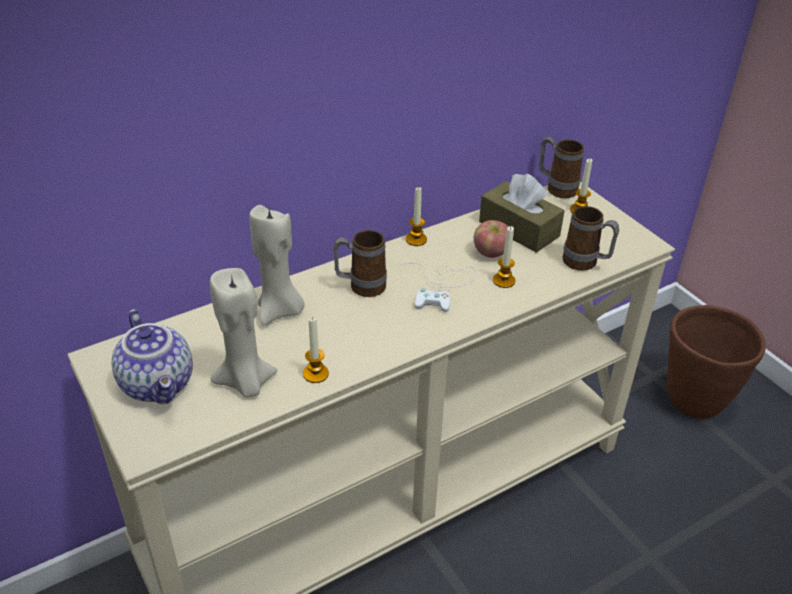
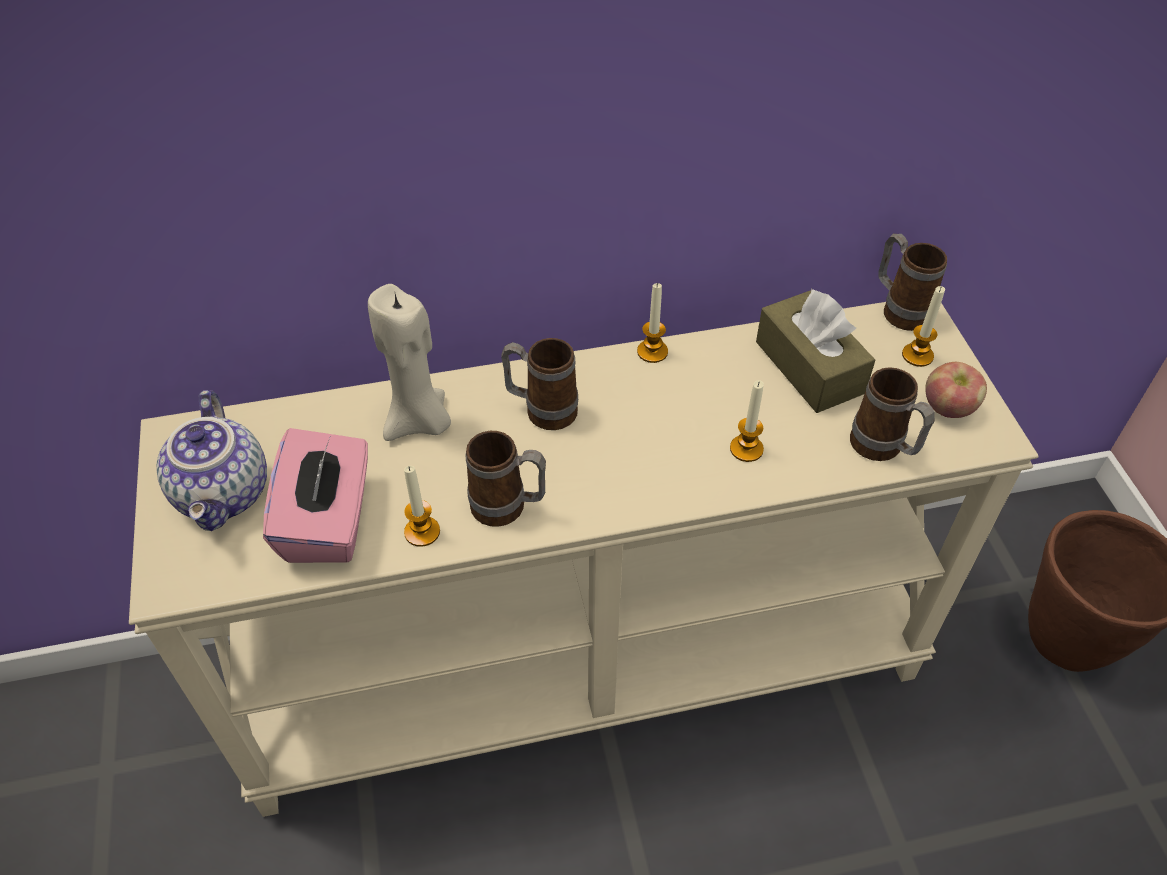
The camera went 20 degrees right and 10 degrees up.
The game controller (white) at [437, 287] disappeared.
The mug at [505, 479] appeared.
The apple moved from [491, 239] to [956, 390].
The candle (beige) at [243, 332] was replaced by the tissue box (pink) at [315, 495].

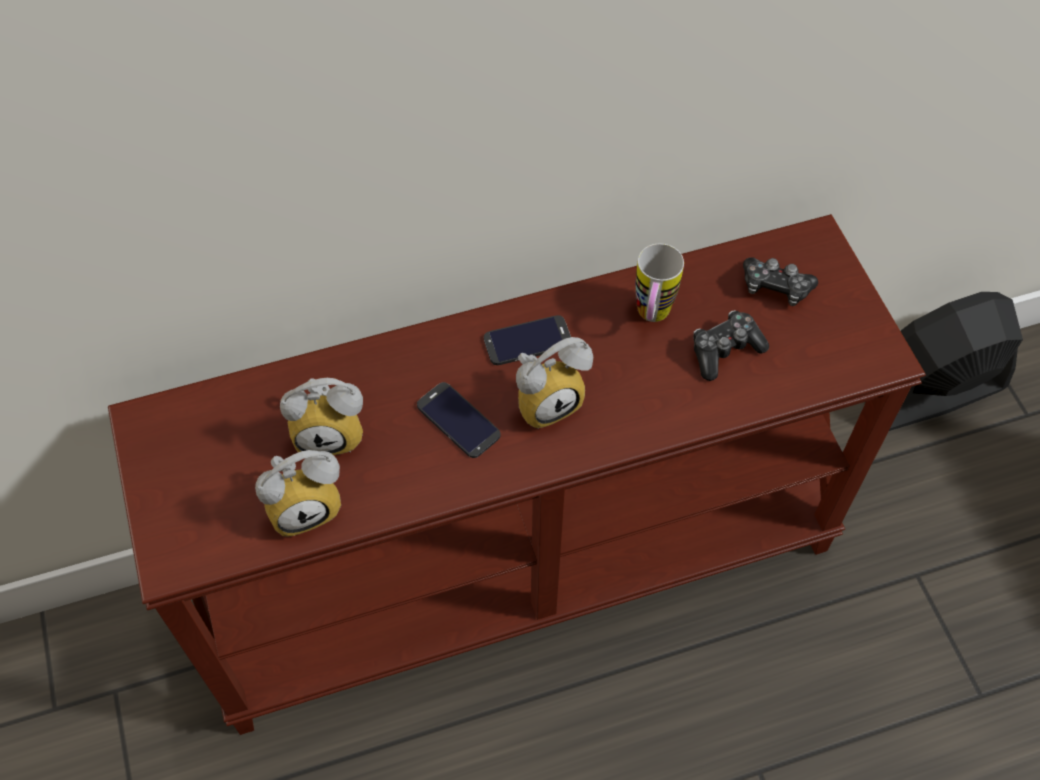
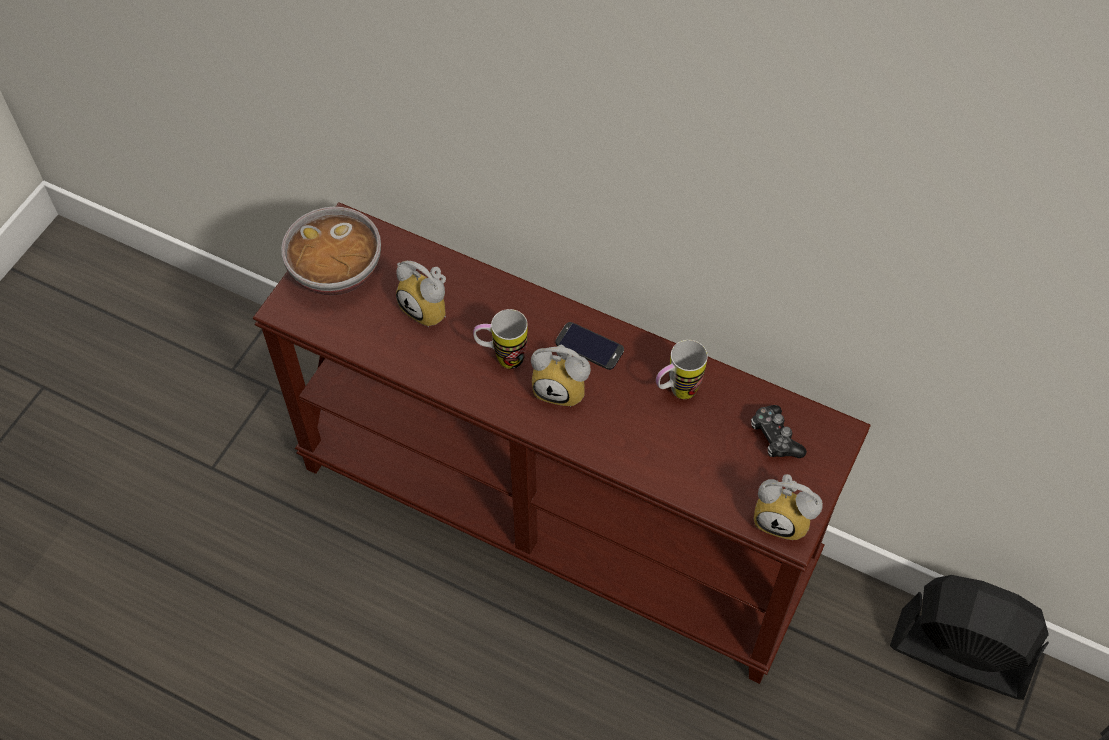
The camera went 45 degrees right and 0 degrees up.
The game controller at [731, 345] disappeared.
The bowl at [331, 251] appeared.
The alarm clock moved from [298, 493] to [788, 507].
The phone at [458, 420] was replaced by the mug at [500, 339].

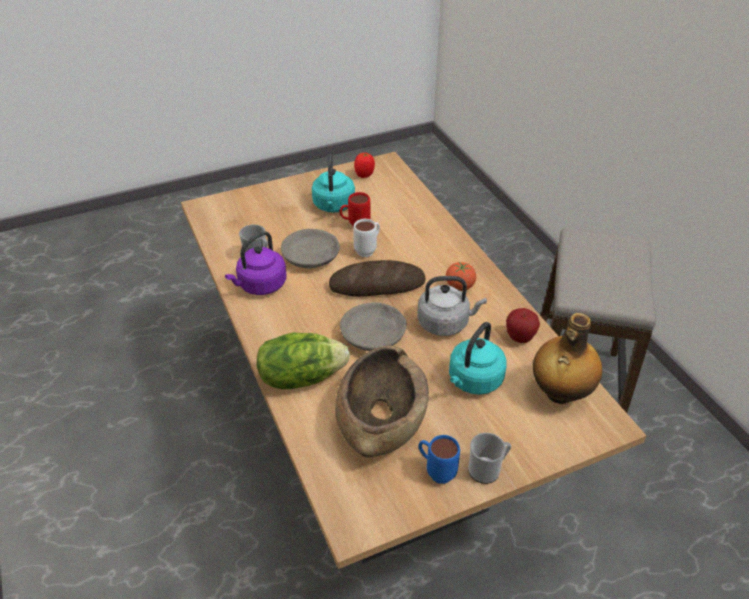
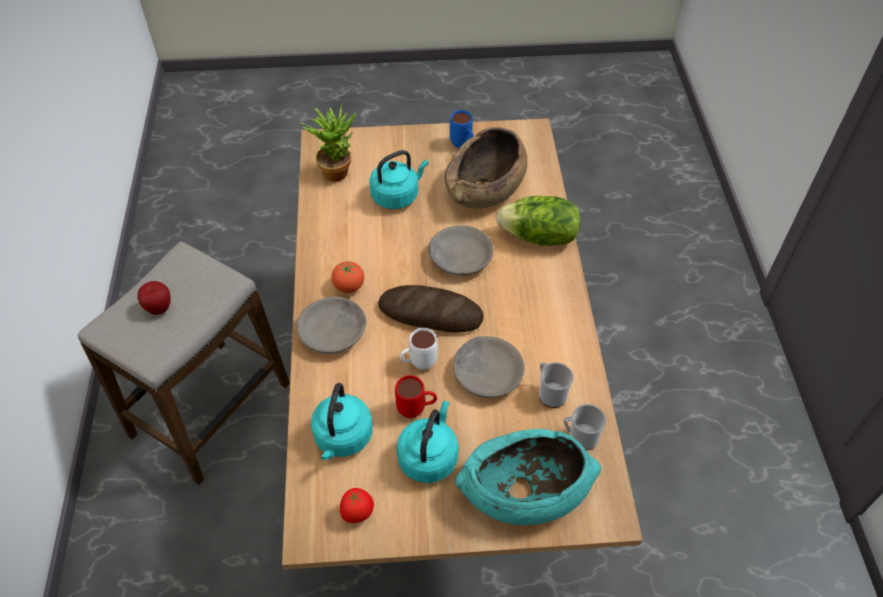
The camera went 160 degrees left and 10 degrees up.
The kettle (purple) at [256, 263] disappeared.
The kettle (grey) at [452, 306] disappeared.
The bowl (grey) at [331, 325] appeared.
The kettle (turquoise) at [342, 421] appeared.
The bowl (turquoise) at [528, 477] appeared.
The mug moved from [489, 458] to [584, 427].
The apple moved from [523, 325] to [154, 298].
The bottle at [567, 358] was replaced by the potted plant at [328, 142].

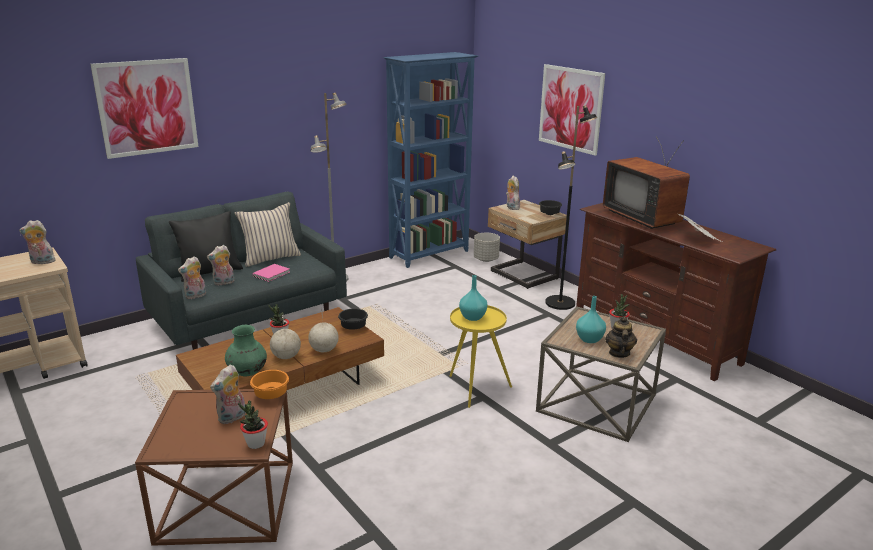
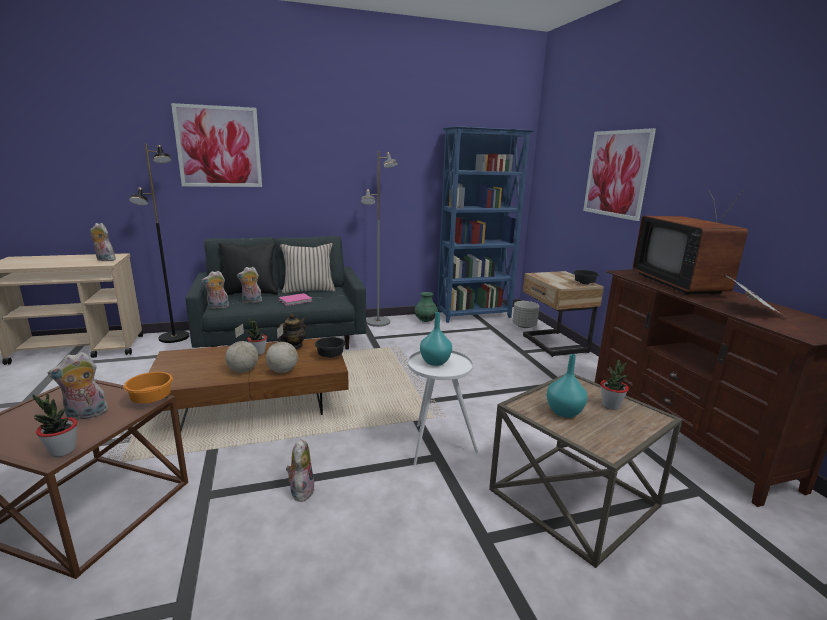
The camera went 20 degrees right and 5 degrees down.
The vase (green) moved from [246, 351] to [426, 307].
The plush toy moved from [513, 193] to [299, 470].
The floor lamp (black) moved from [571, 207] to [159, 243].
The teapot moved from [621, 337] to [292, 331].
The side table (yellow) at [481, 356] became the side table (white) at [443, 408].

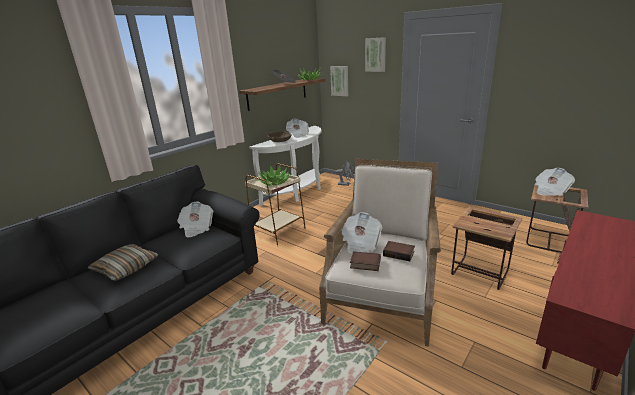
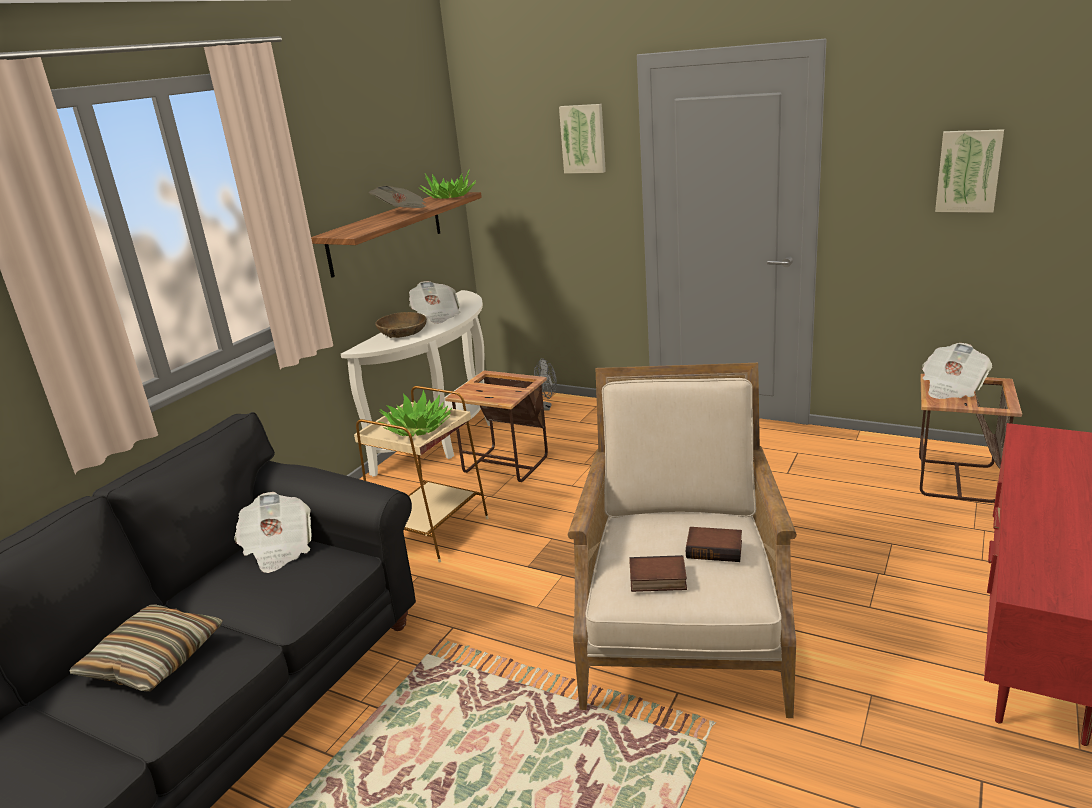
The camera went 10 degrees left and 0 degrees up.
The newspaper at [361, 233] disappeared.
The picture moved from [339, 81] to [969, 171].
The side table moved from [486, 248] to [496, 426].

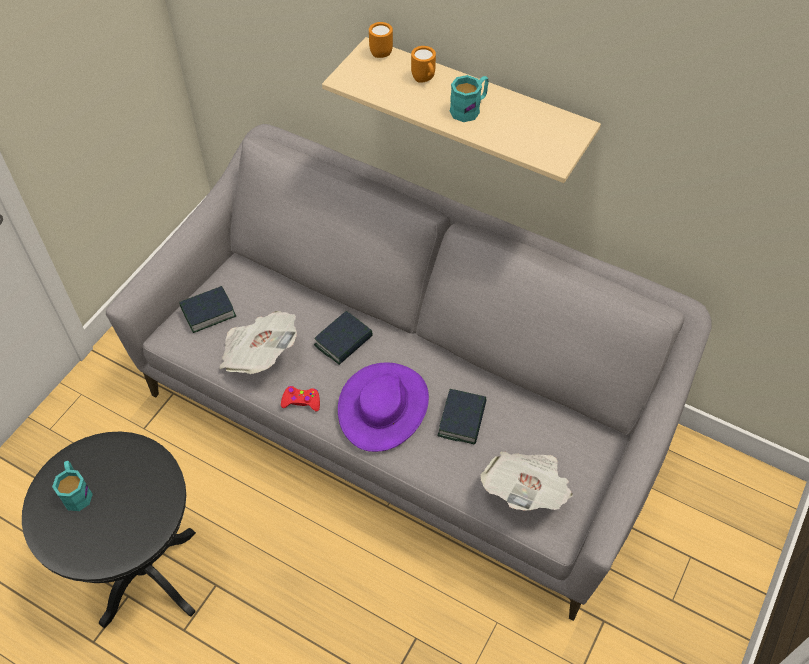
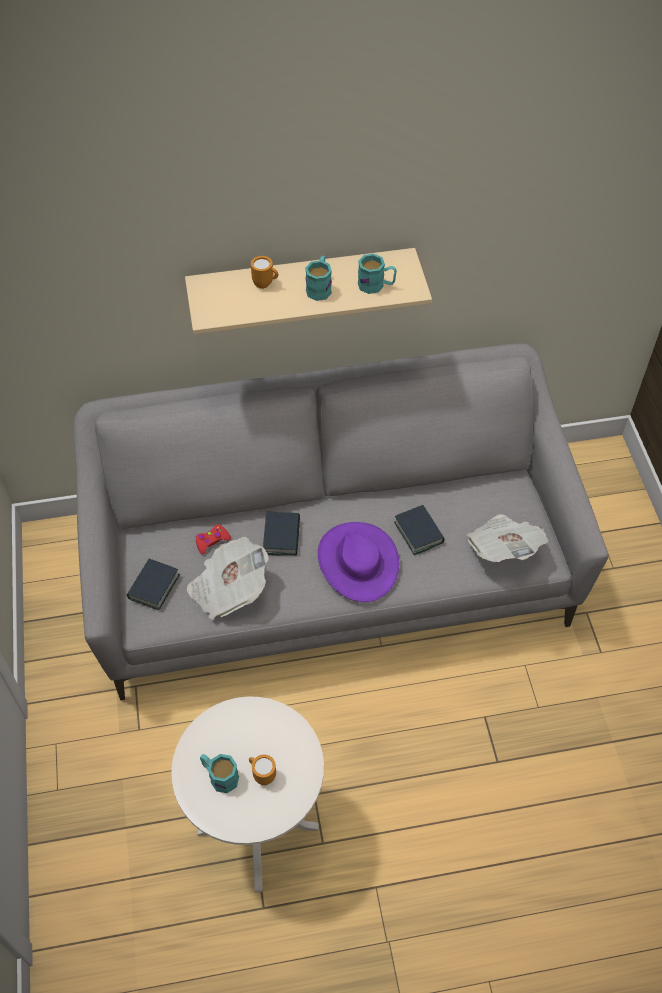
The camera went 40 degrees left and 0 degrees up.
The mug (turquoise) at [377, 274] appeared.
The game controller (red) moved from [300, 398] to [213, 539].
The mug (orange) moved from [381, 40] to [262, 769].
The side table (black) at [109, 530] became the side table (white) at [247, 794].

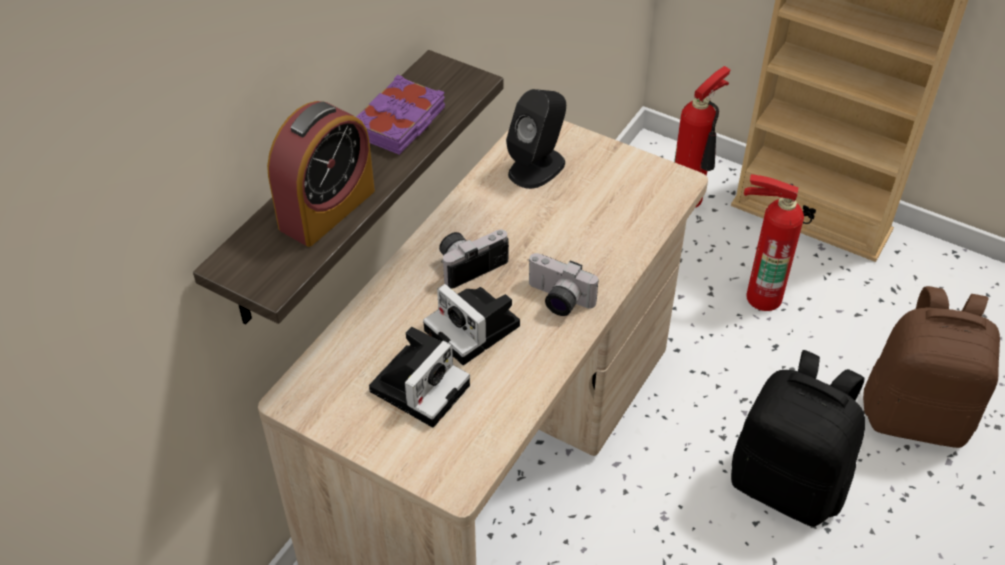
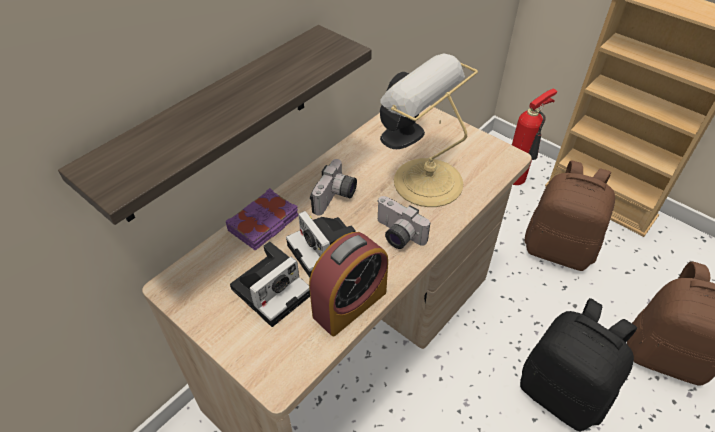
The camera went 10 degrees right and 0 degrees up.
The table lamp at [429, 130] appeared.
The alarm clock moved from [321, 174] to [348, 284].
The book (purple) moved from [400, 115] to [261, 219].
The fire extinguisher at [774, 242] was replaced by the backpack (brown) at [570, 216].
The photo camera at [474, 259] turned 135 degrees clockwise.

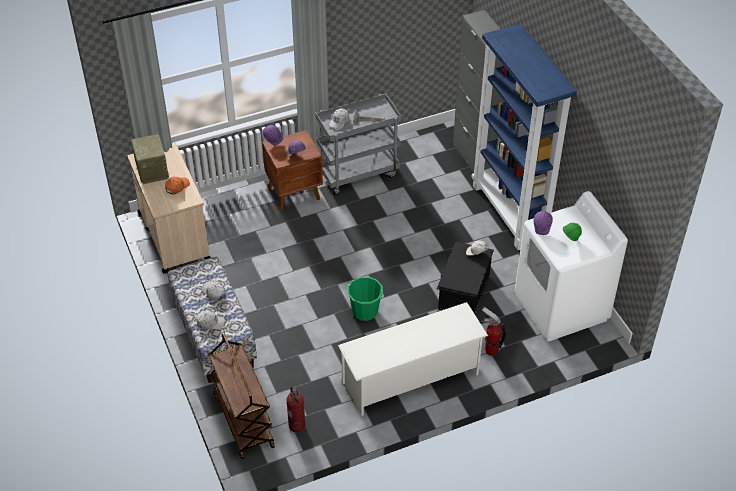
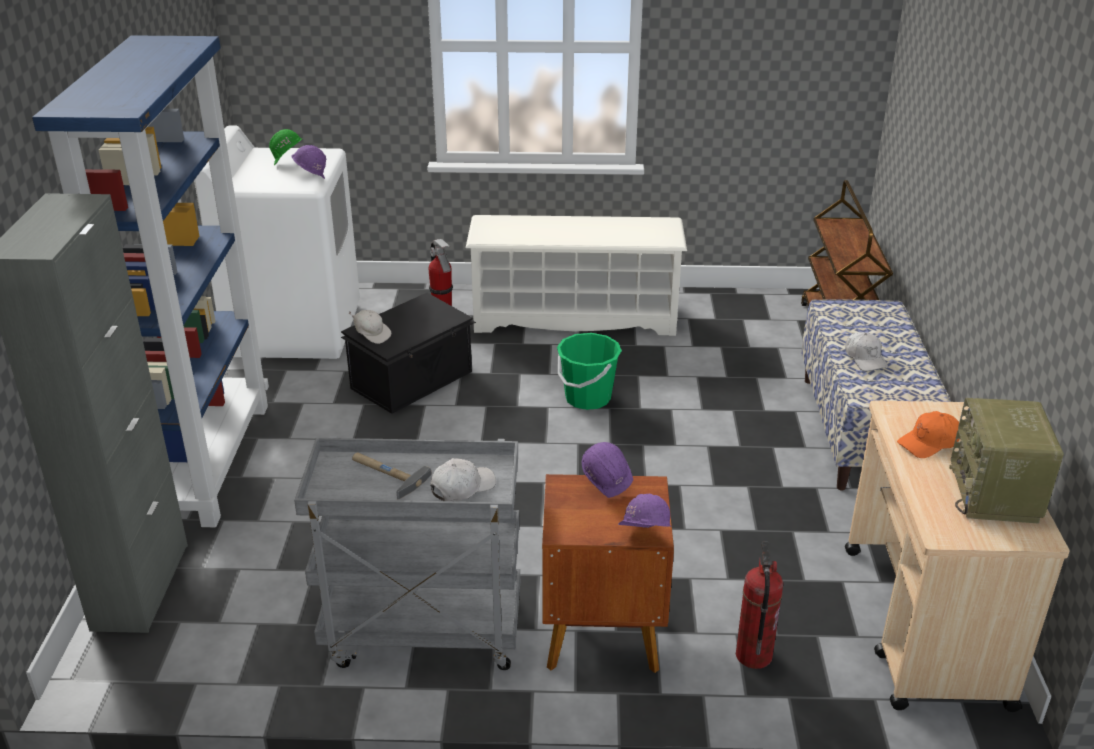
The camera went 155 degrees left and 15 degrees down.
The cap (white) at [210, 320] disappeared.
The fire extinguisher moved from [295, 409] to [759, 605].

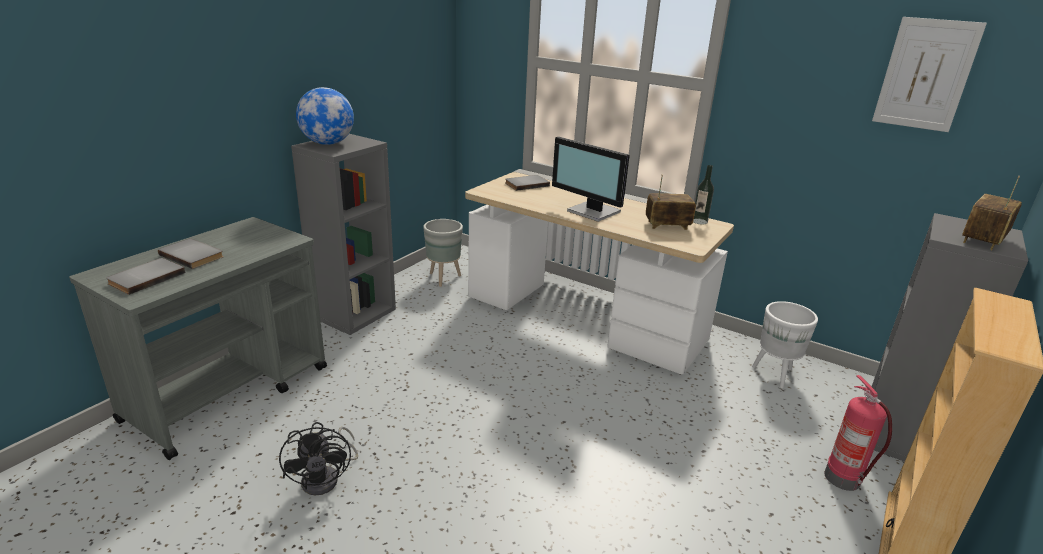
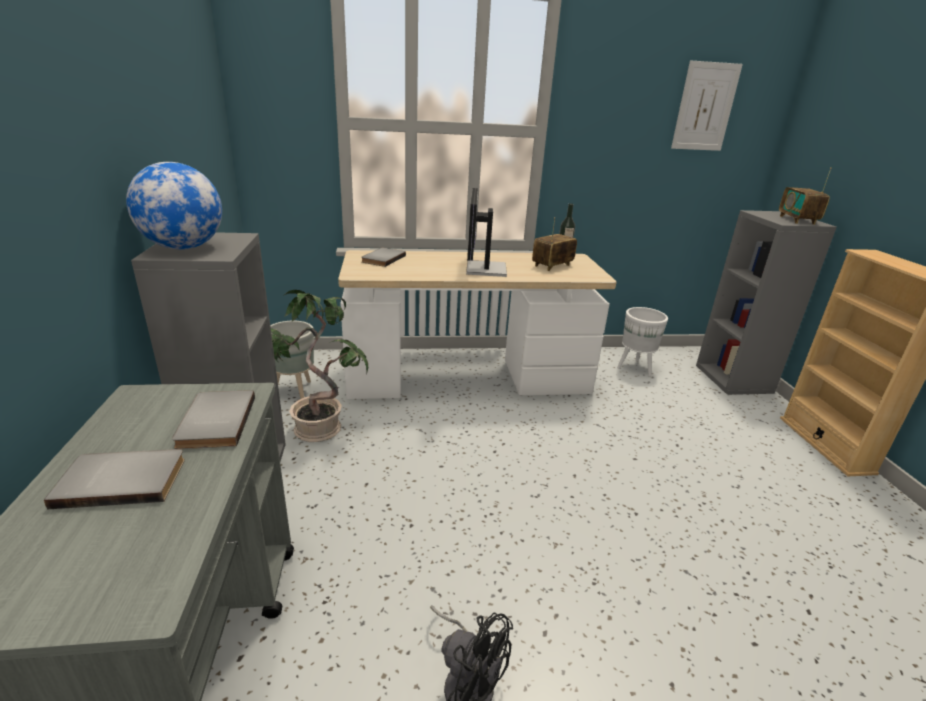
The camera went 40 degrees left and 0 degrees up.
The fire extinguisher at [858, 433] disappeared.
The potted plant at [319, 366] appeared.
The book (grey) moved from [145, 276] to [213, 419].
The monitor at [591, 179] turned 90 degrees clockwise.

